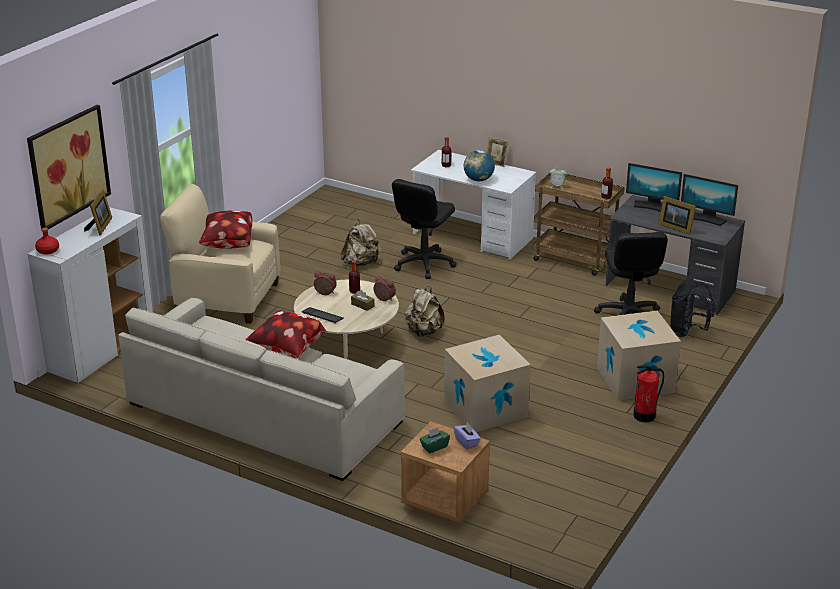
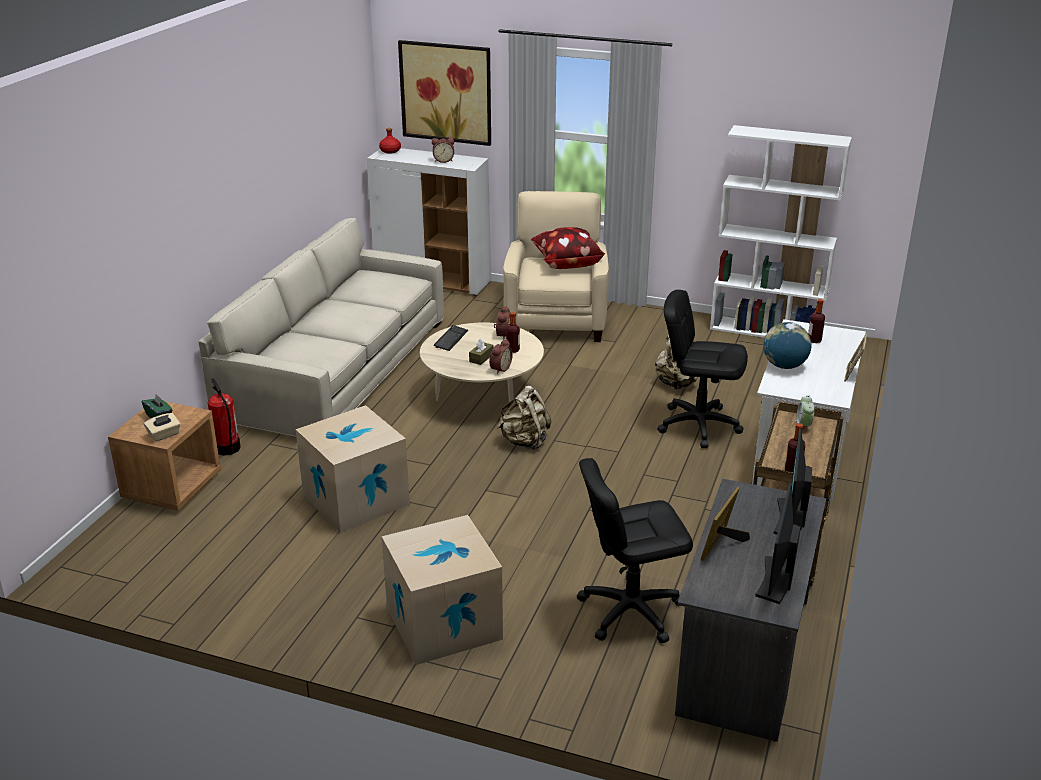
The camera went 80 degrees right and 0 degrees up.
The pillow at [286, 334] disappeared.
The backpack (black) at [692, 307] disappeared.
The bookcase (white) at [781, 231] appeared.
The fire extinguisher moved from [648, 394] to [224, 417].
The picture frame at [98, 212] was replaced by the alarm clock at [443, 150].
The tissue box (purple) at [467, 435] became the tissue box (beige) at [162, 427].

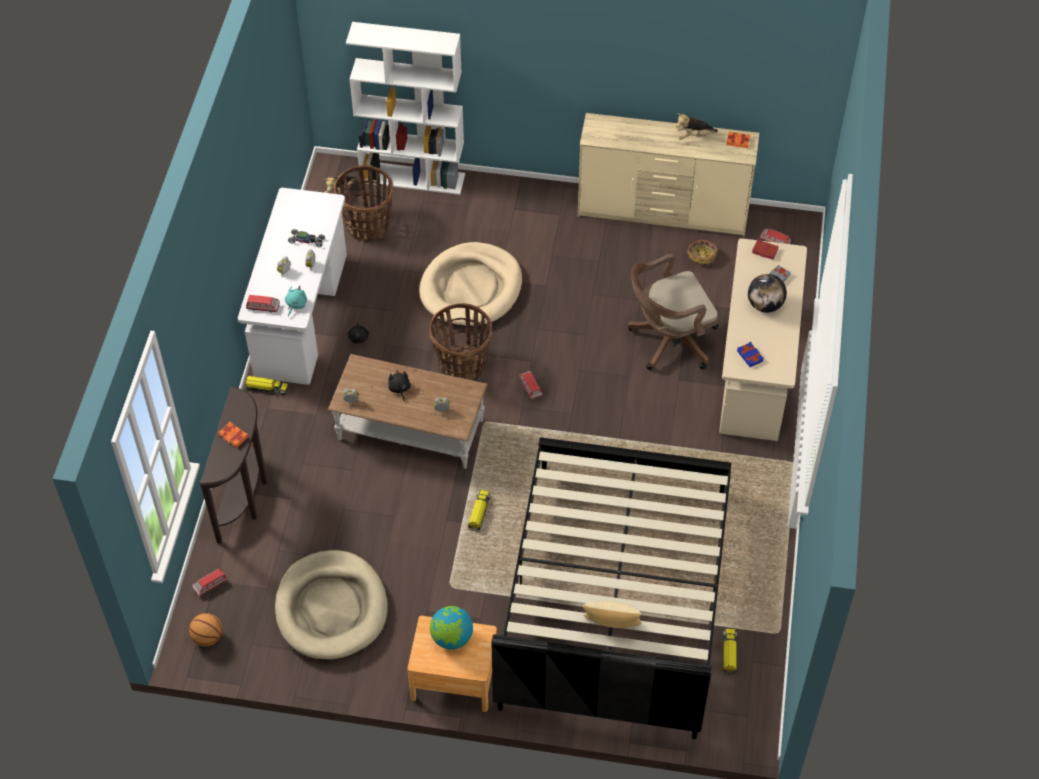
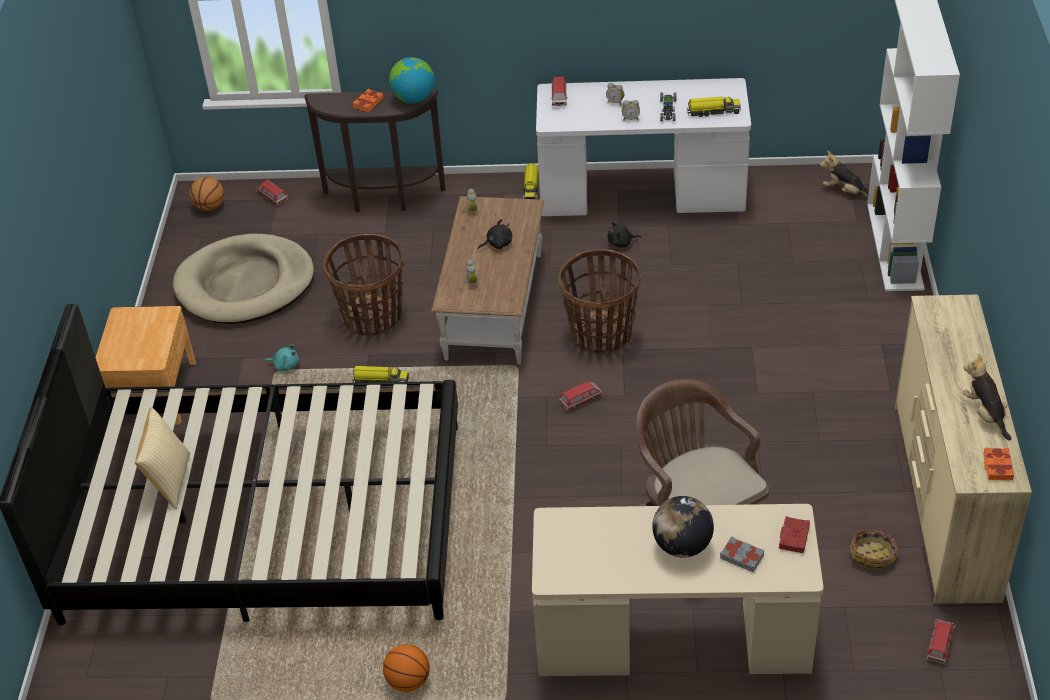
The camera went 85 degrees right and 10 degrees down.
The dog bed (beige) at [470, 284] disappeared.
The book (blue) at [750, 354] disappeared.
The basketball at [406, 668] appeared.
The plush toy (turquoise) moved from [296, 301] to [282, 358].
The basket moved from [364, 203] to [363, 284].
The globe moved from [451, 627] to [412, 80].
The toy truck moved from [730, 651] to [713, 106].

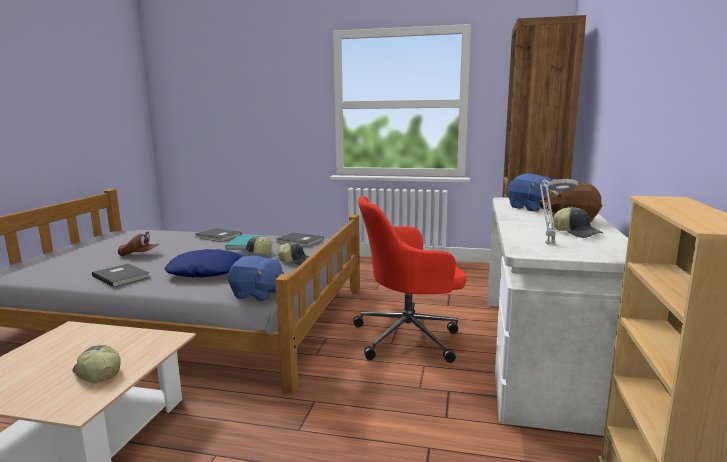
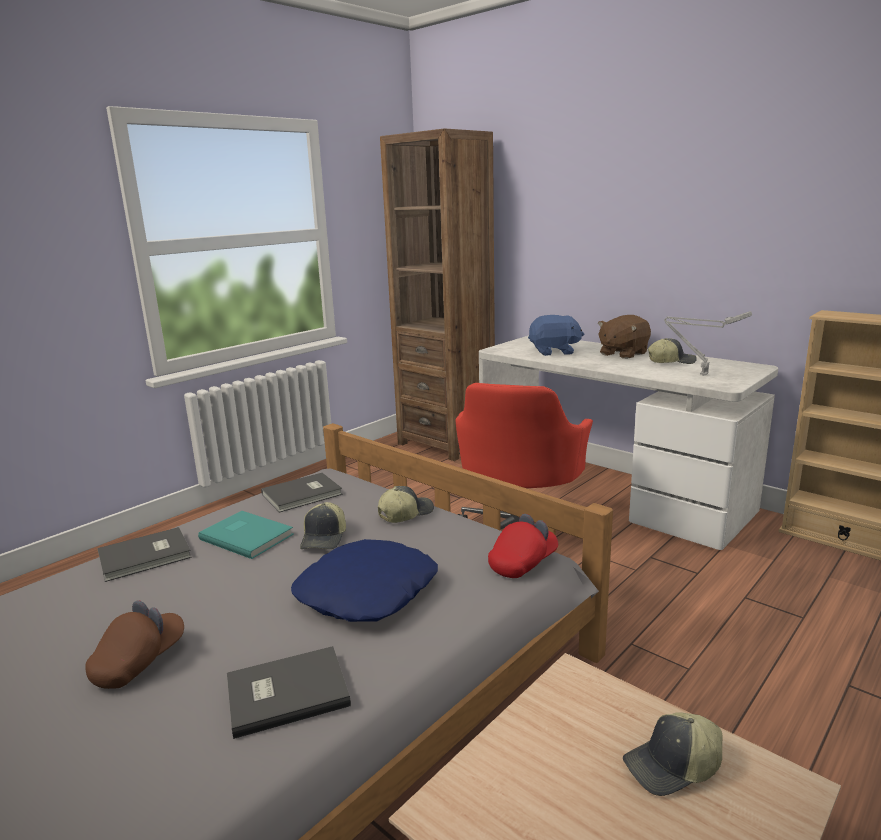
The camera went 60 degrees left and 5 degrees up.
The plush toy (blue) at [256, 278] was replaced by the cap (red) at [523, 546].

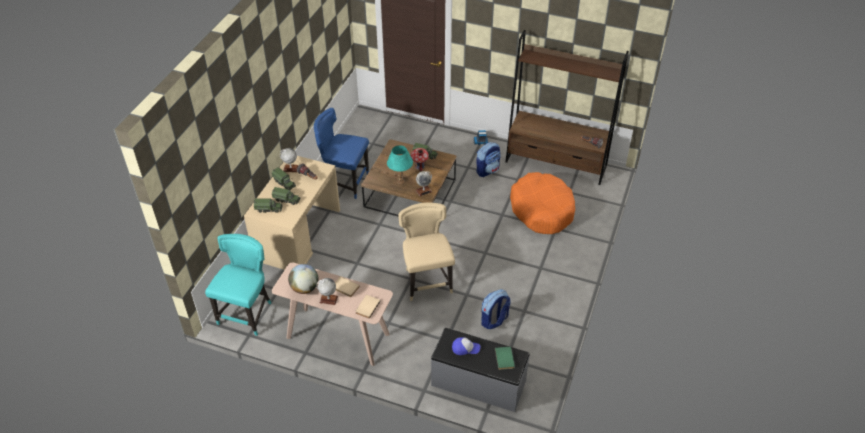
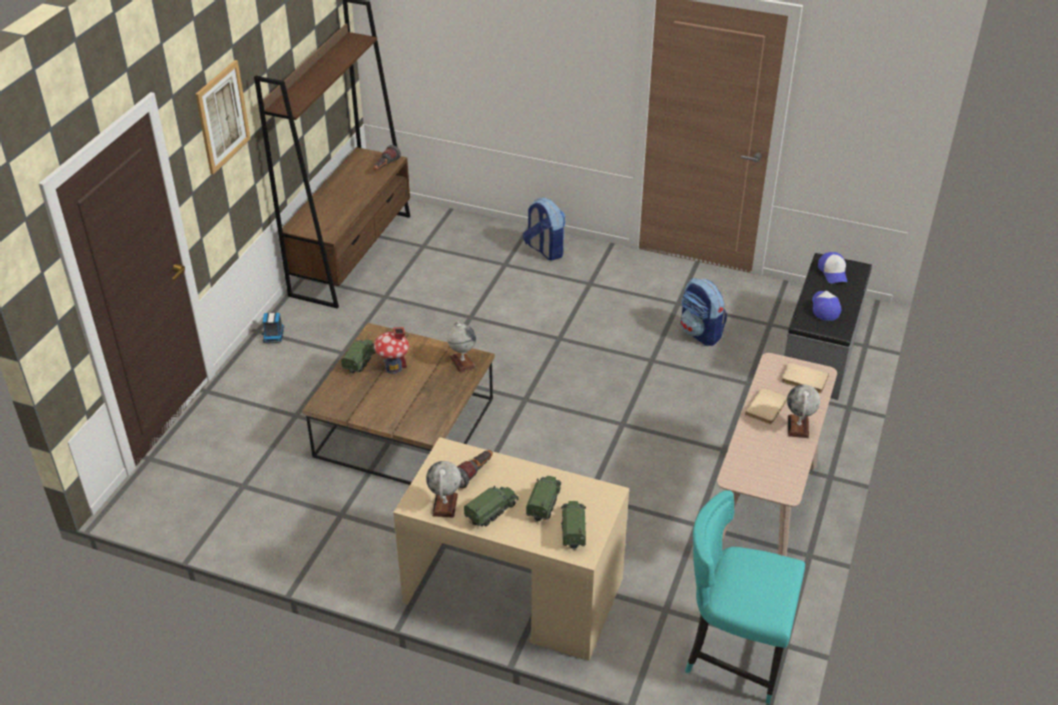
The camera went 90 degrees left and 5 degrees down.
The globe at [303, 279] disappeared.
The chair (blue) at [341, 153] disappeared.
The table lamp (turquoise) at [400, 164] disappeared.
The chair (beige) at [426, 251] disappeared.
The dog bed (orange) at [542, 203] disappeared.
The picture at [223, 117] appeared.
The backpack moved from [488, 159] to [544, 229].
The book (green) at [505, 358] was replaced by the cap at [832, 268].

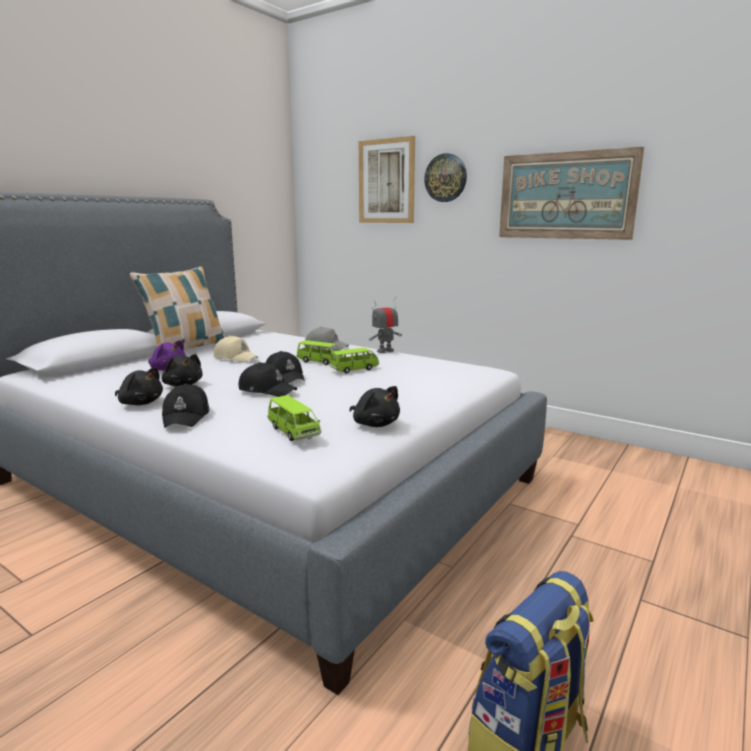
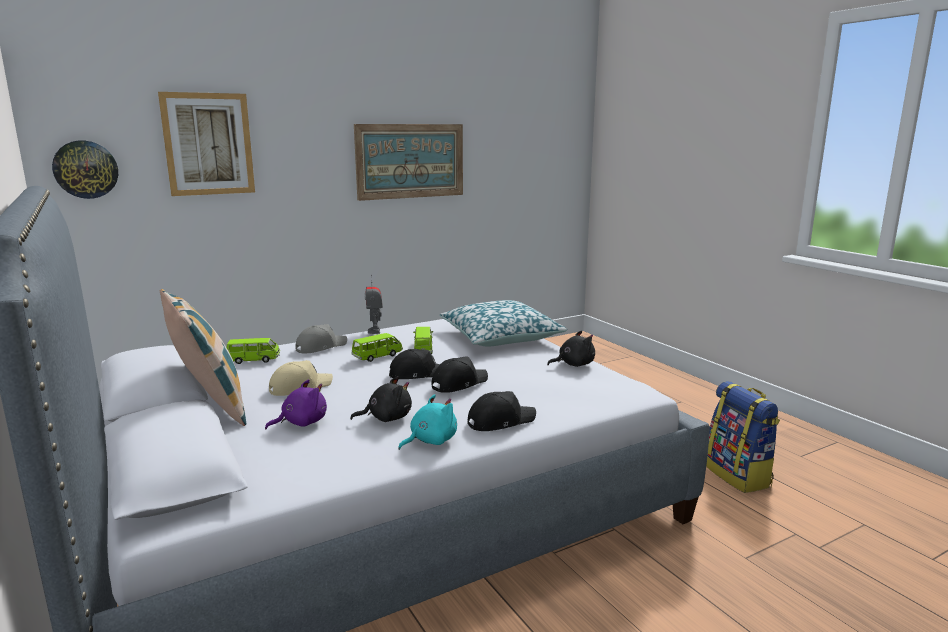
The camera went 65 degrees left and 0 degrees up.
The pillow at [503, 323] appeared.
The toy car (green) moved from [294, 418] to [253, 351].
The wall clock moved from [445, 177] to [85, 169].
The plush toy (black) at [139, 386] became the plush toy (turquoise) at [427, 422].
The cap (black) at [185, 406] turned 45 degrees counterclockwise.

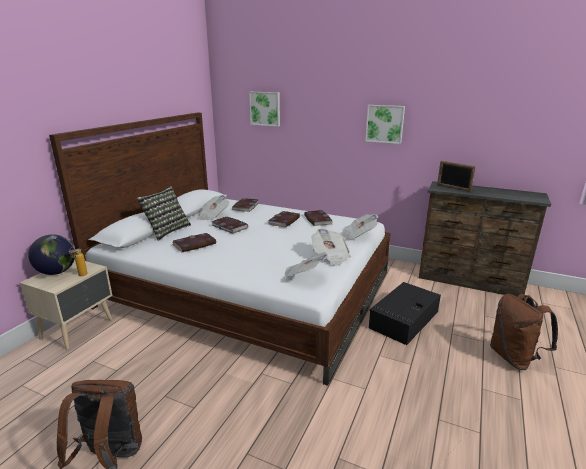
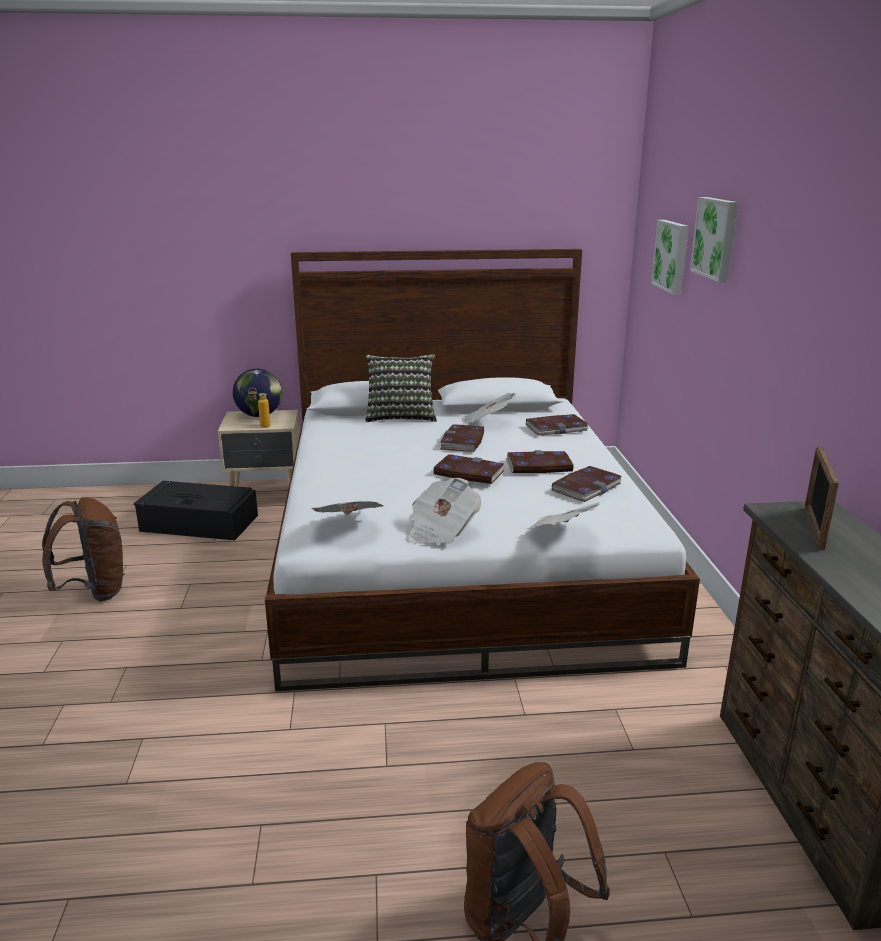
The camera went 60 degrees right and 0 degrees up.
The book moved from [194, 243] to [469, 469].
The picture moved from [385, 124] to [714, 239].
The storage box (black) moved from [405, 313] to [196, 510].

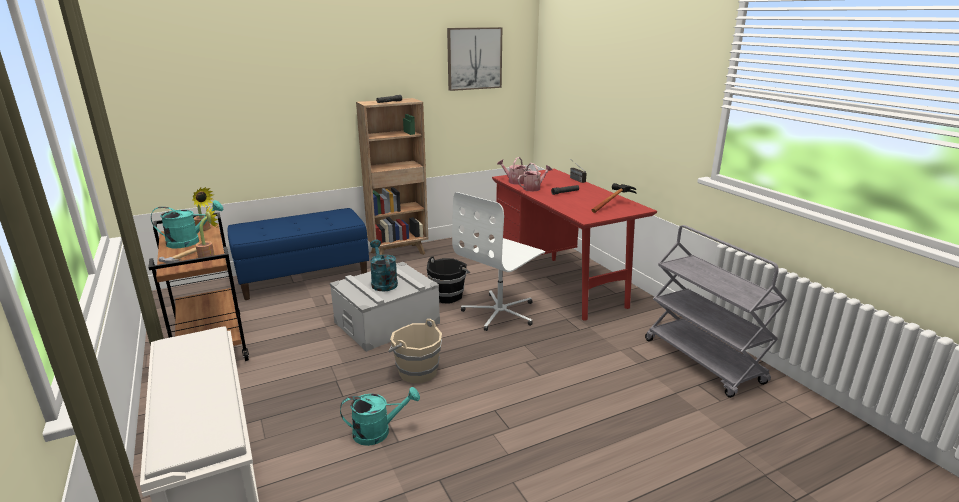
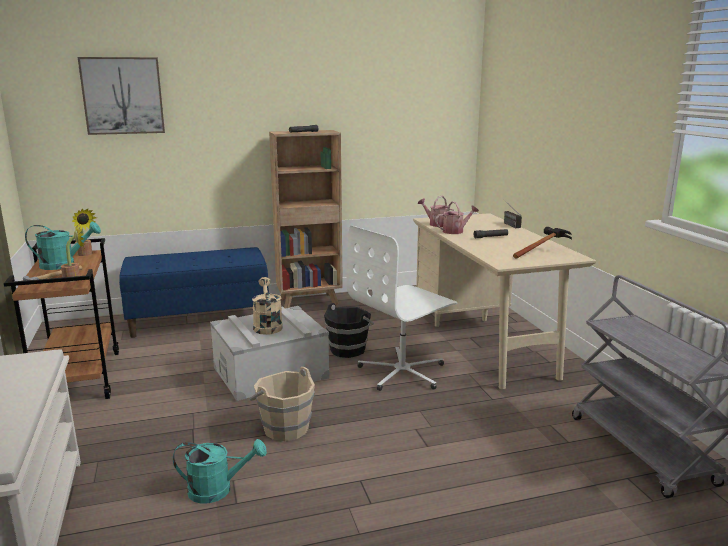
The camera went 10 degrees right and 5 degrees down.
The picture moved from [474, 59] to [121, 96].
The watering can (turquoise) at [384, 265] became the watering can (beige) at [267, 306].
The desk (red) at [574, 245] became the desk (beige) at [504, 301].

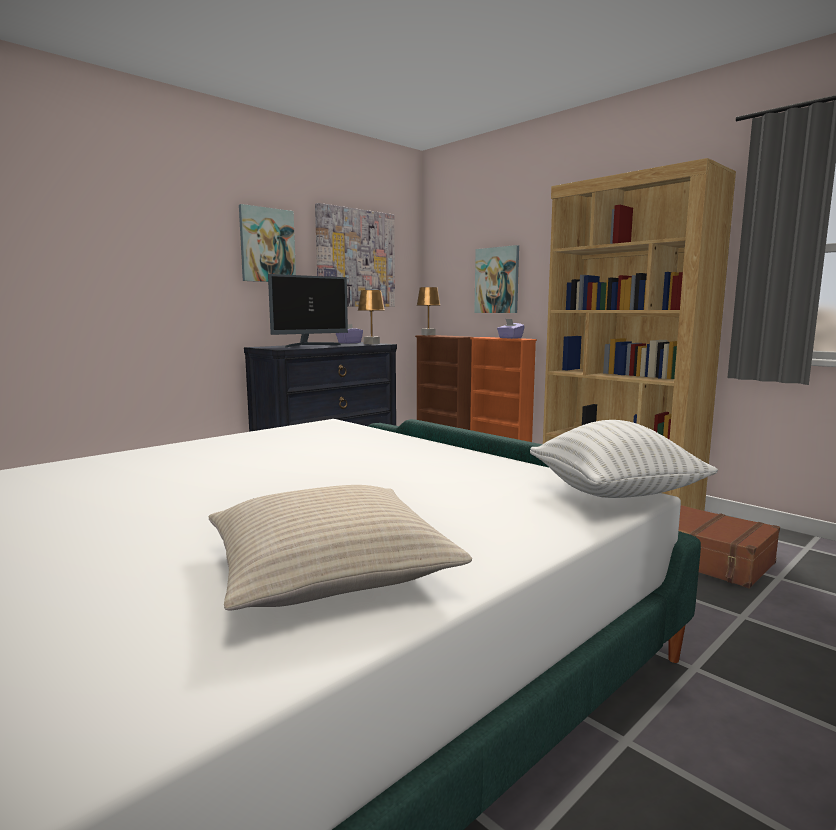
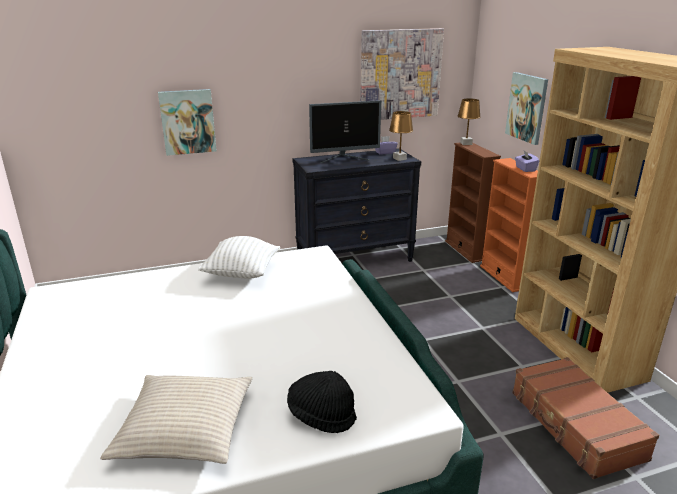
The camera went 25 degrees right and 15 degrees up.
The hat (black) at [322, 402] appeared.
The picture moved from [267, 243] to [187, 122].
The pillow (white) moved from [624, 459] to [239, 257].

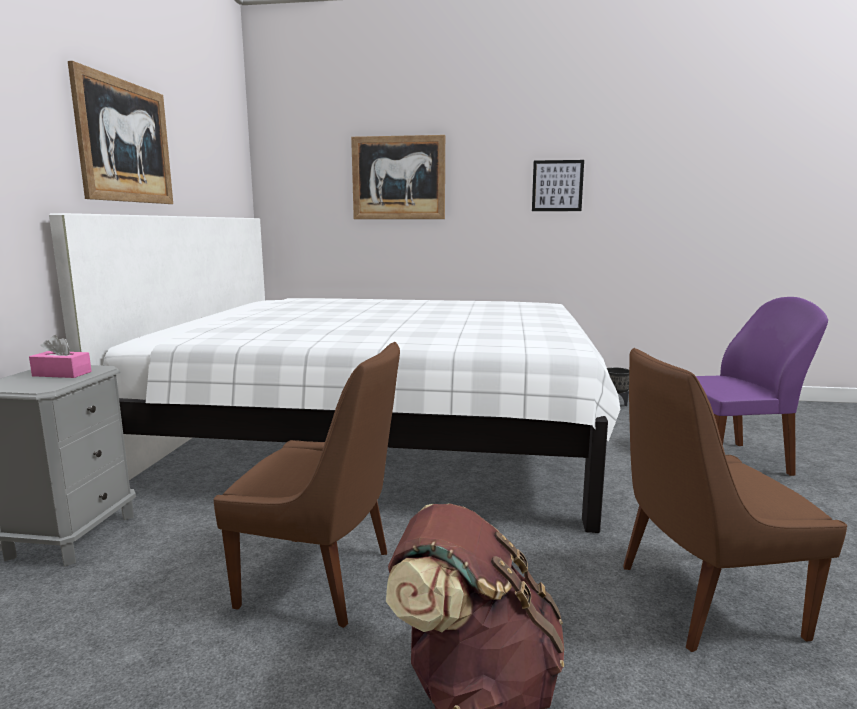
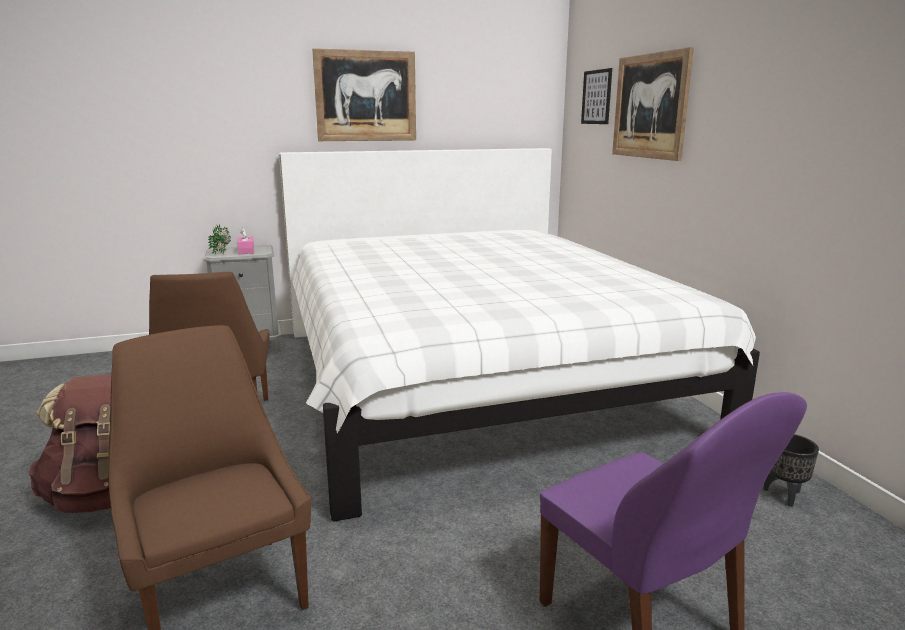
The camera went 65 degrees right and 5 degrees up.
The potted plant at [219, 239] appeared.
The picture moved from [558, 185] to [596, 96].

